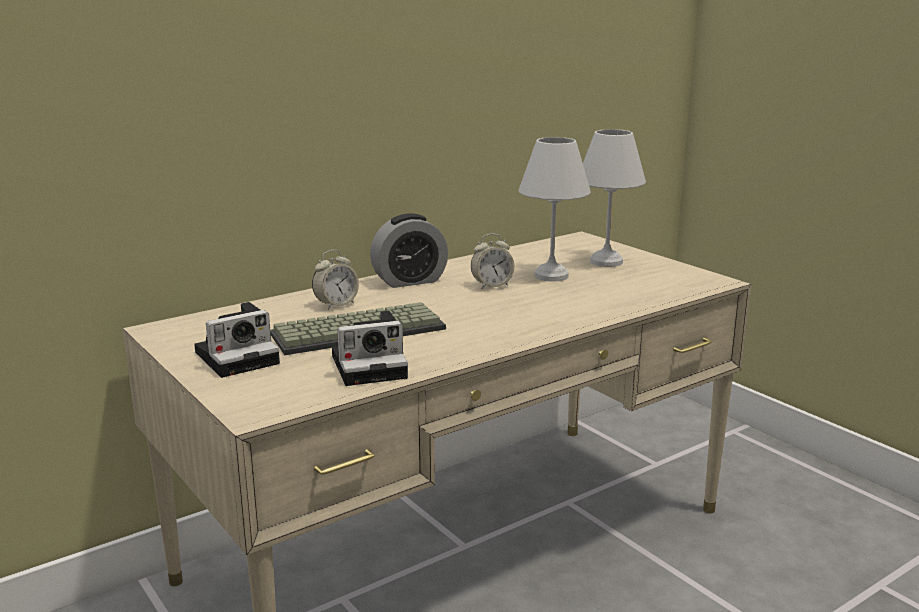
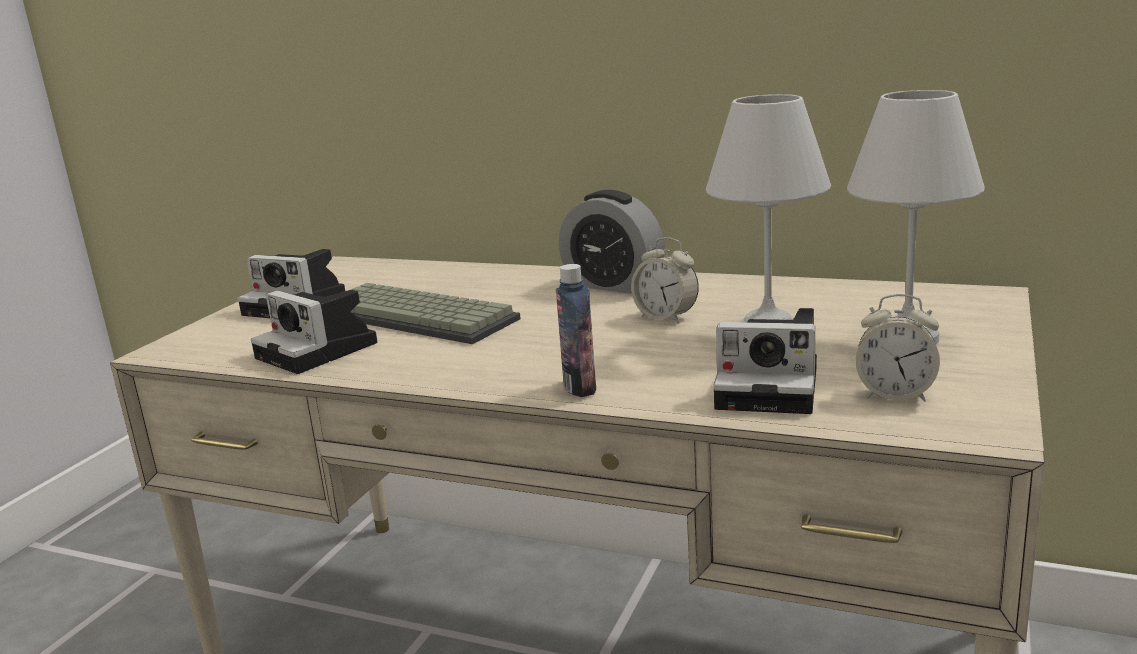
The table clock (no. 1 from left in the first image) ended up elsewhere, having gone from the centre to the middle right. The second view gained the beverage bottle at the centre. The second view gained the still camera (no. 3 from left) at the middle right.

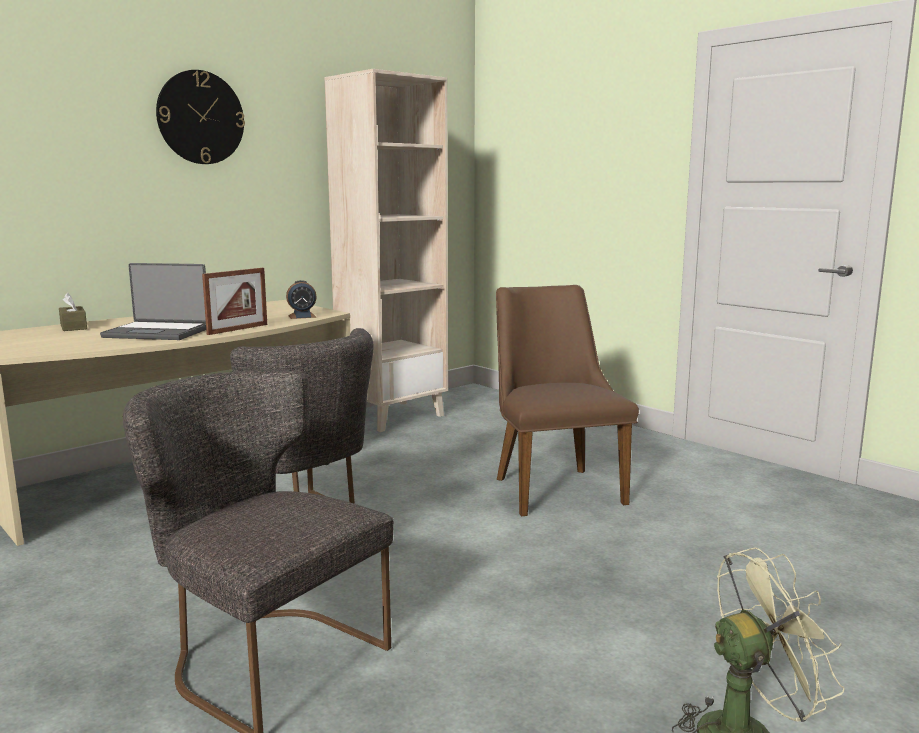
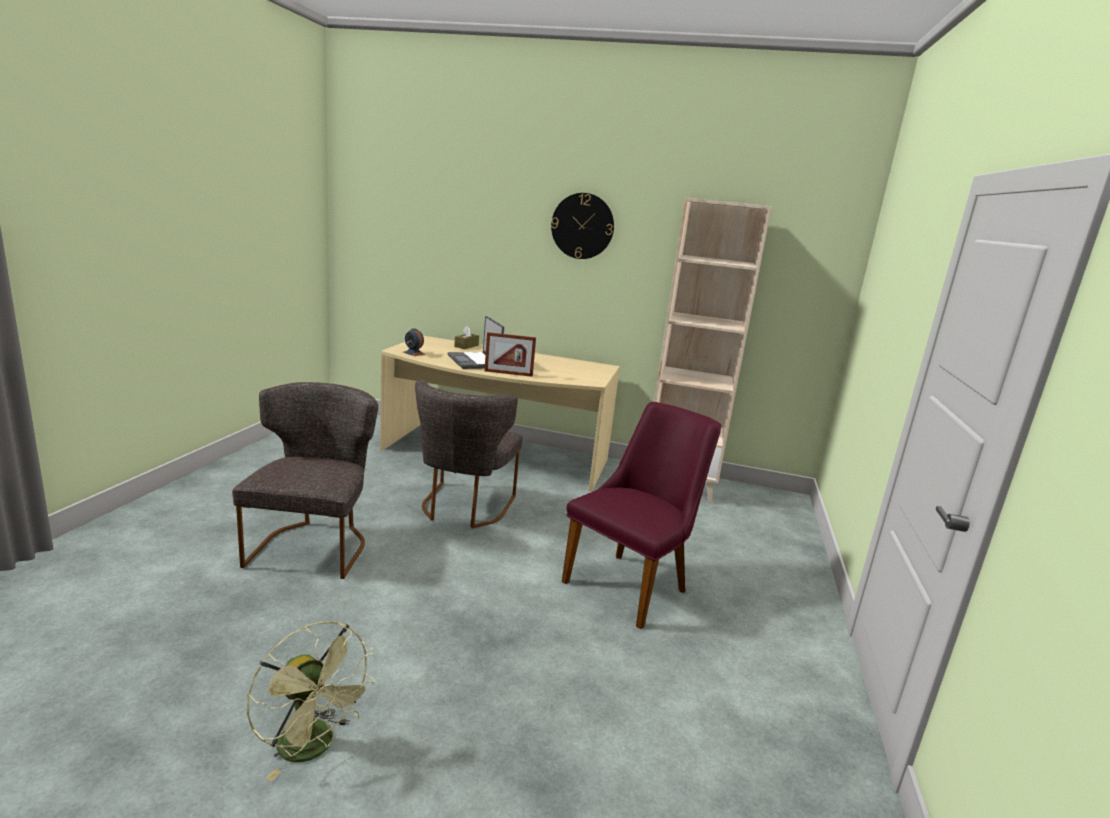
The table clock ended up elsewhere, having gone from the middle left to the centre. What was the brown-coloured upright chair at the centre turned into the purple-coloured upright chair at the centre.

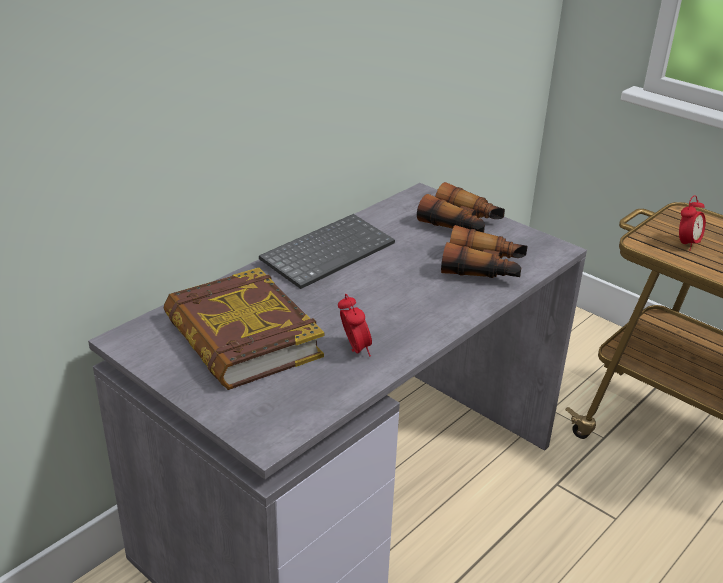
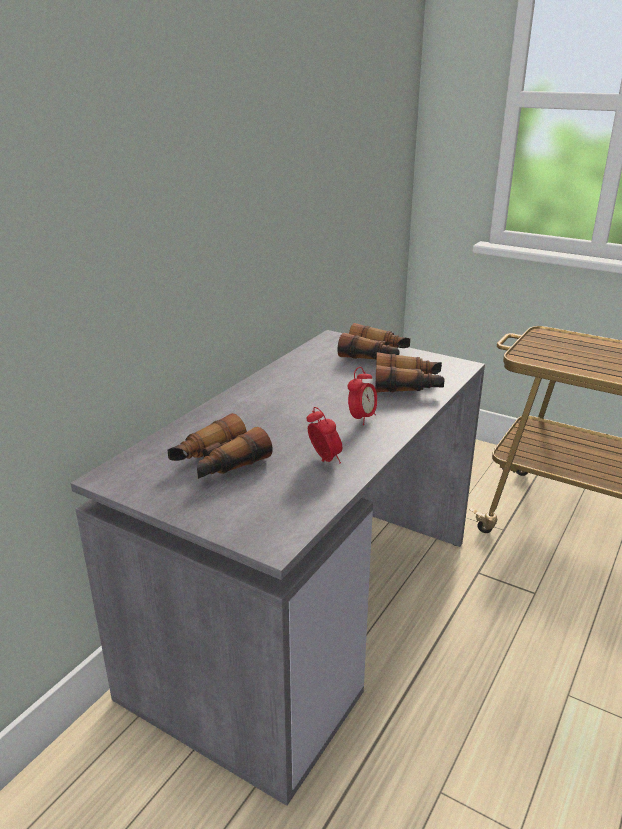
The table clock (no. 2 from left) ended up elsewhere, having gone from the middle right to the centre. The second view lost the keyboard at the centre. Where the volume stood at the centre, the binoculars (no. 1 from left) came to stand at the centre.

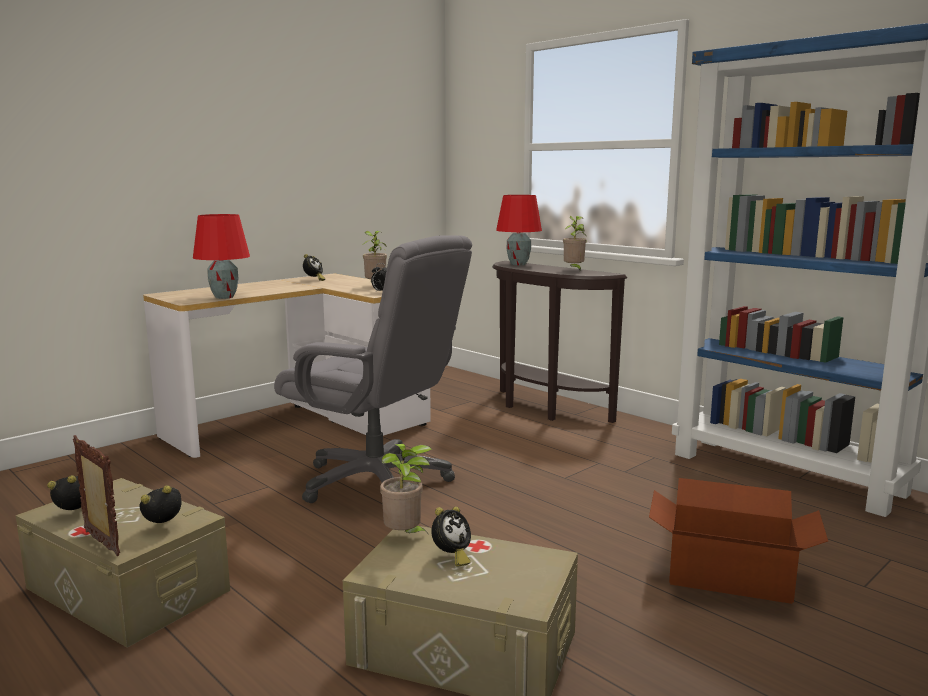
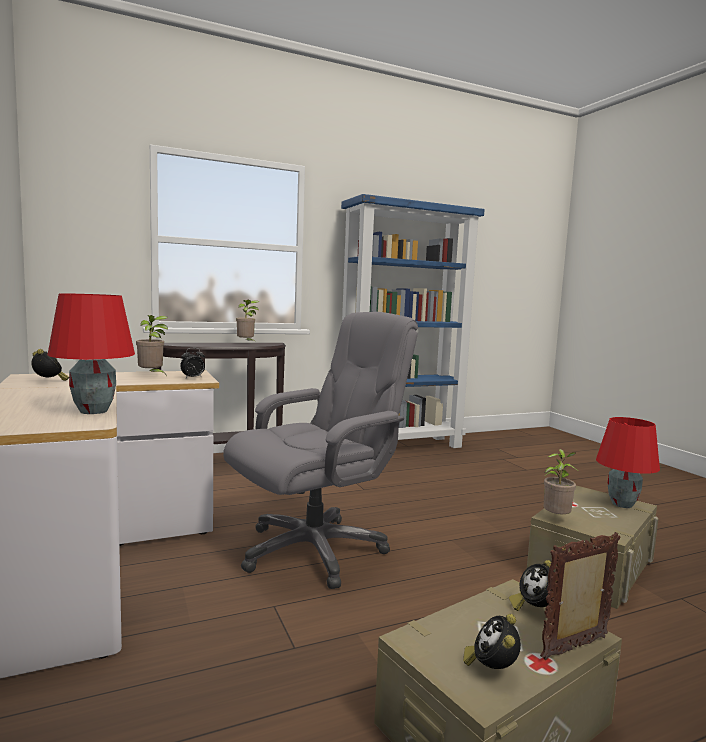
The reddish tabletop lamp (no. 2 from left) ended up elsewhere, having gone from the top centre to the middle right. The second view lost the cardboard box at the bottom right. The second view lost the table clock (no. 5 from left) at the bottom centre.

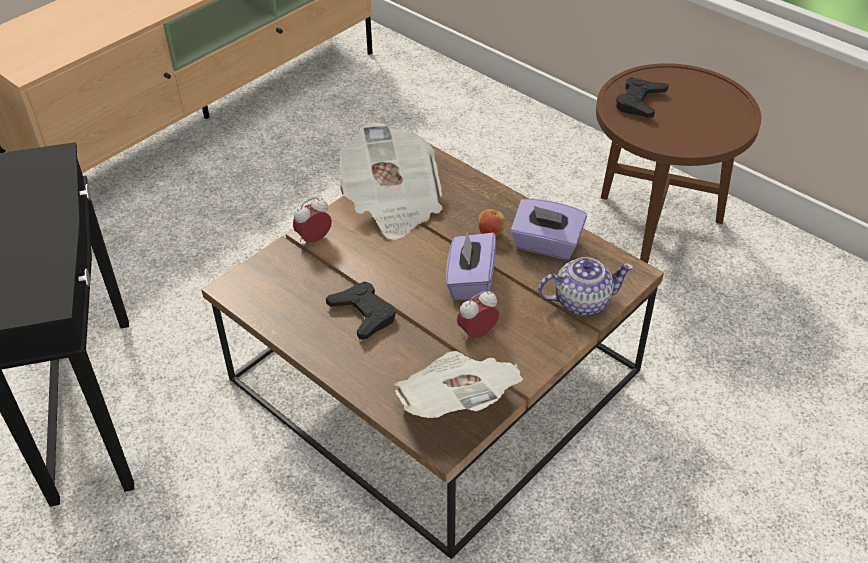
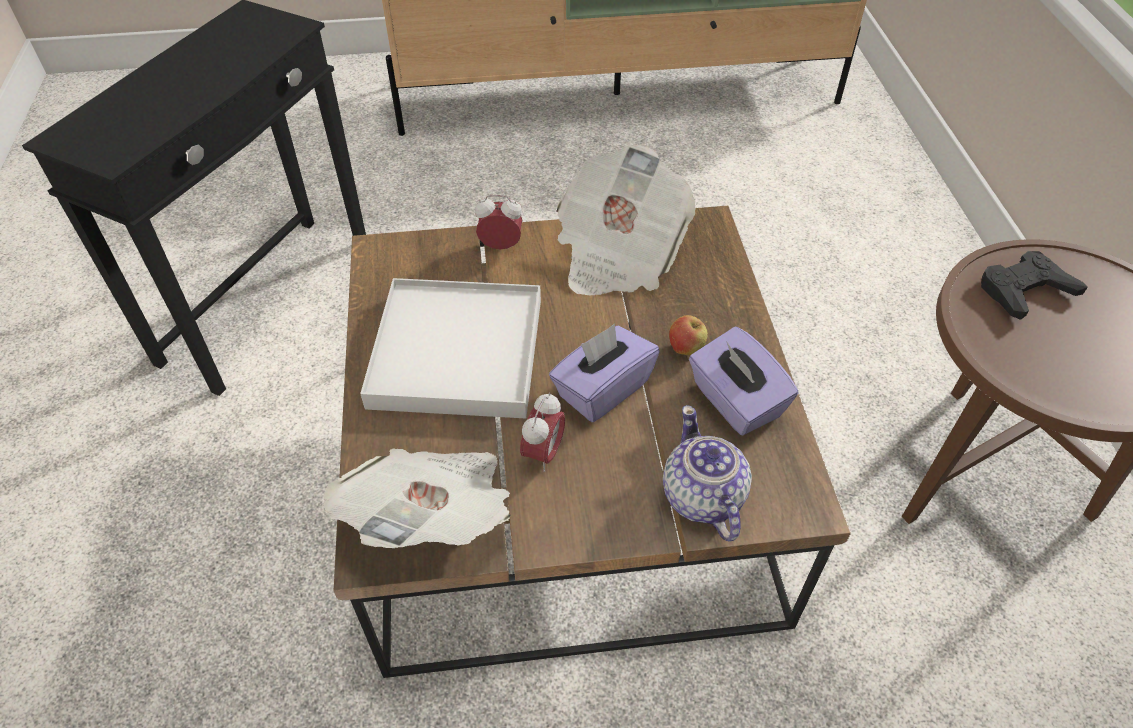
The teapot at the middle right ended up facing another way, 135 degrees counterclockwise from before. Where the black-coloured game controller (no. 1 from left) stood at the centre, the white-coloured tray came to stand at the centre. The table clock (no. 2 from left) at the centre ended up facing another way, 105 degrees clockwise from before.

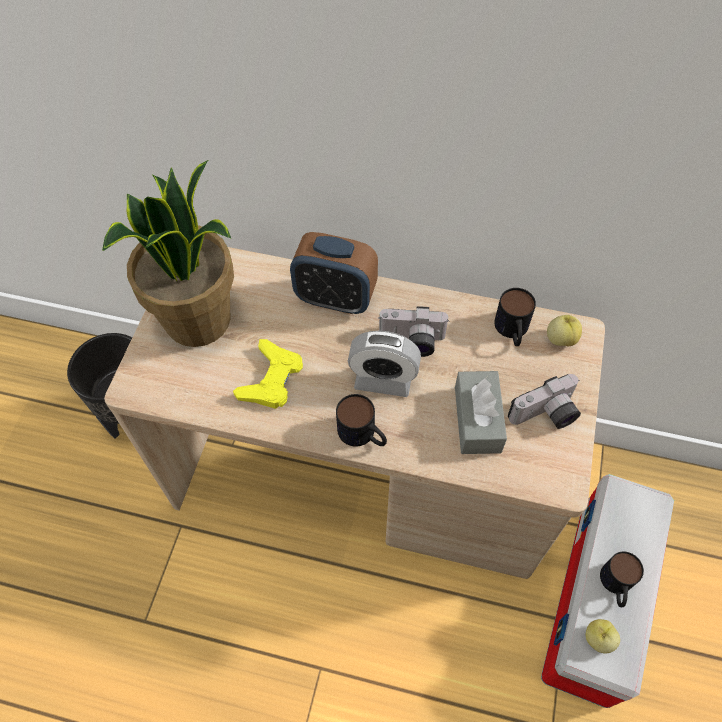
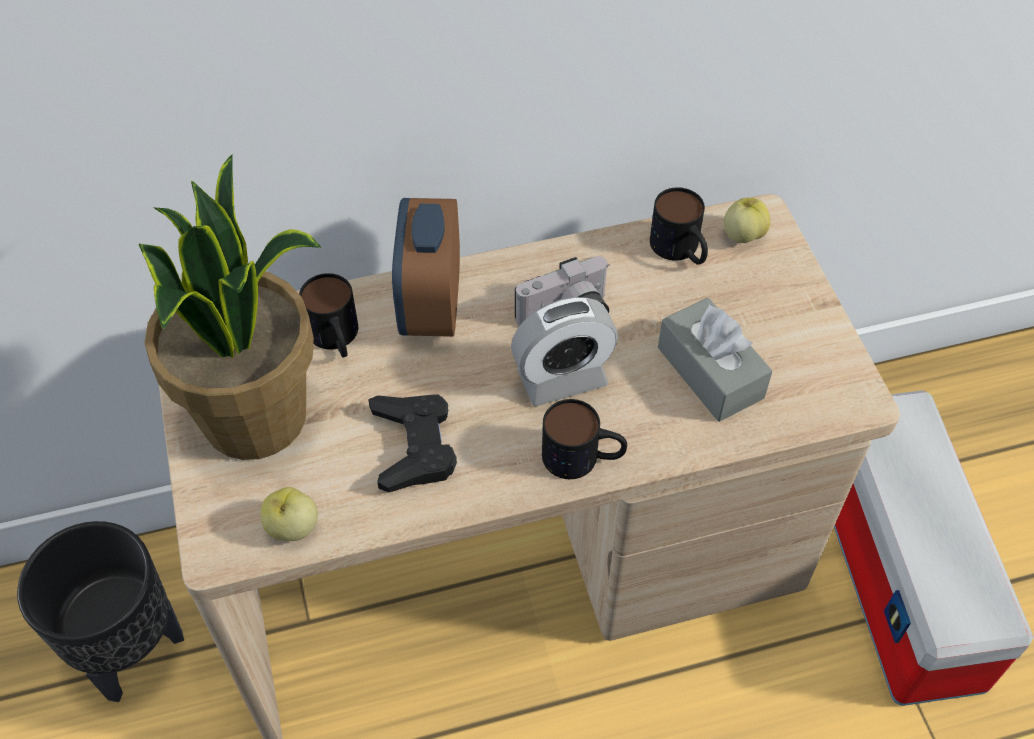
The table clock (no. 1 from left) at the centre ended up facing another way, 105 degrees clockwise from before. What was the yellow game controller at the centre turned into the black-coloured game controller at the centre. The second view lost the still camera (no. 2 from left) at the middle right. The coffee mug (no. 3 from left in the first image) ended up elsewhere, having gone from the bottom right to the middle left. The apple (no. 2 from left in the first image) ended up elsewhere, having gone from the bottom right to the bottom left.

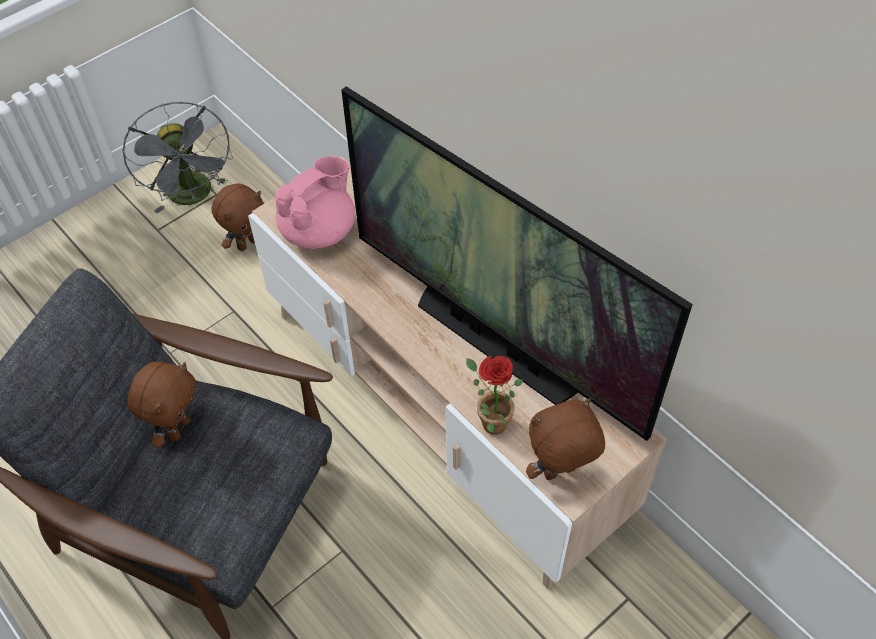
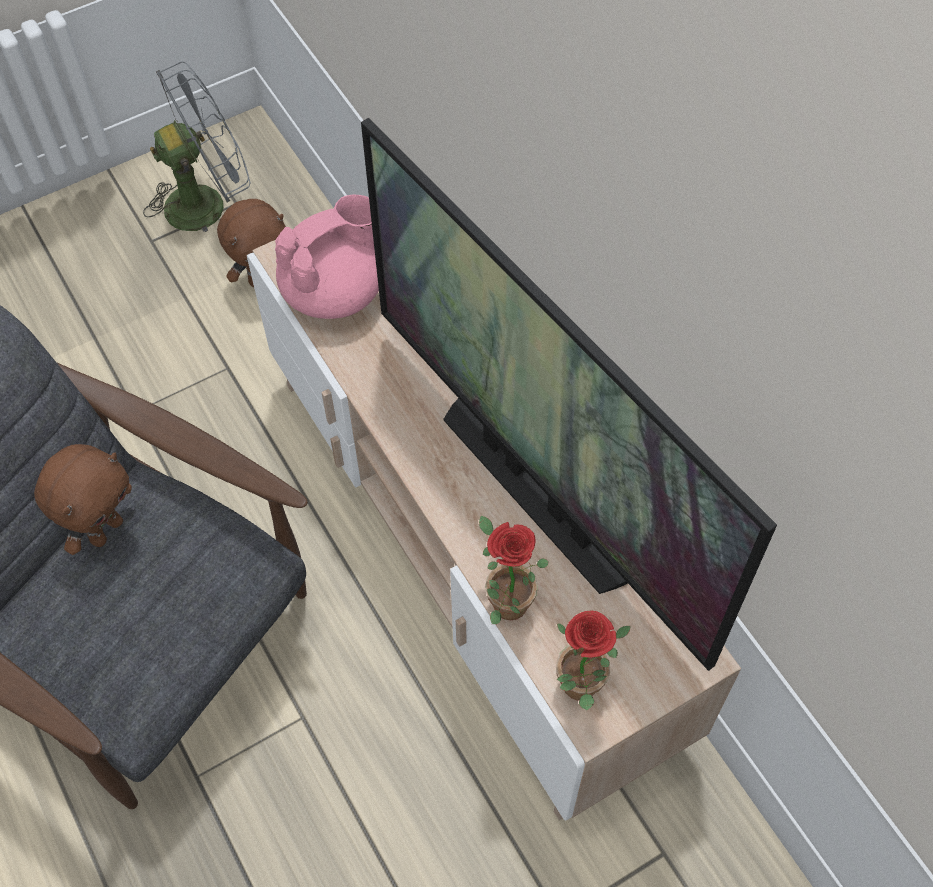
The gray cooling fan at the top left ended up facing another way, 105 degrees counterclockwise from before. Where the brown-coloured plush toy (no. 3 from left) stood at the bottom centre, the potted plant (no. 2 from left) came to stand at the bottom centre.

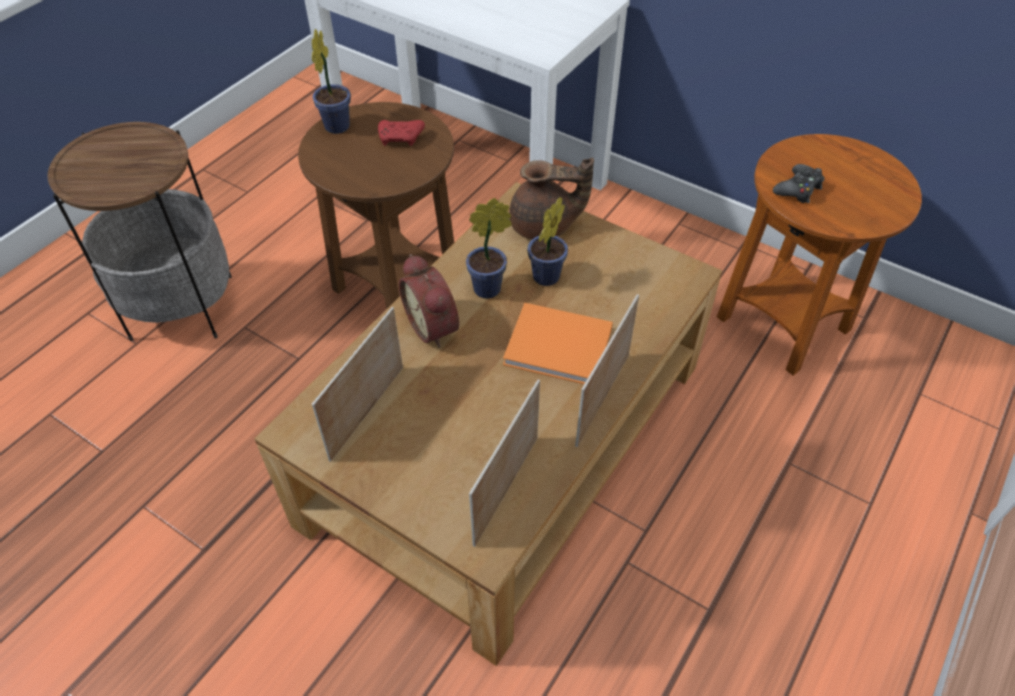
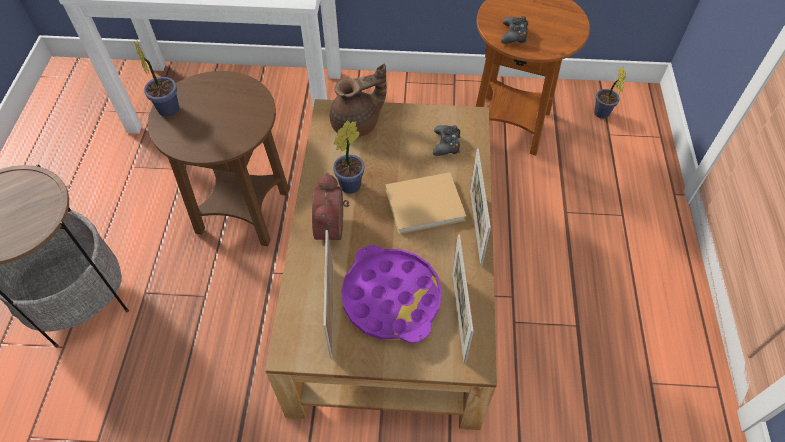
The second view lost the reddish game controller at the top centre. The potted plant (no. 3 from left) ended up elsewhere, having gone from the centre to the top right. The table clock at the centre ended up facing another way, 60 degrees clockwise from before. What was the orangey volume at the centre turned into the beige-coloured volume at the centre. The second view gained the black-coloured game controller (no. 1 from left) at the top centre. The second view gained the purple-coloured tray at the centre.

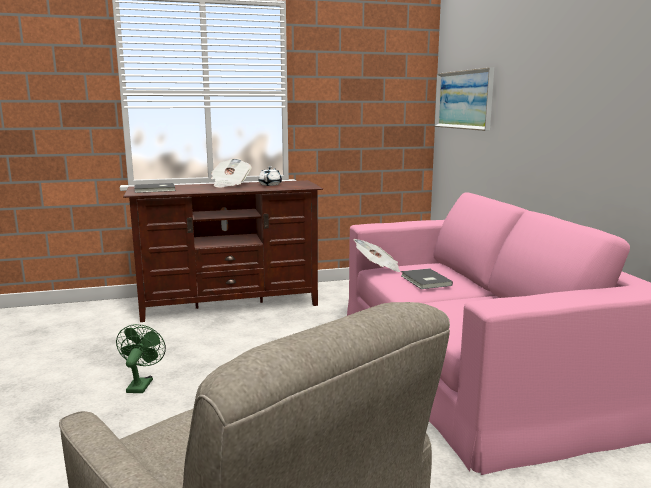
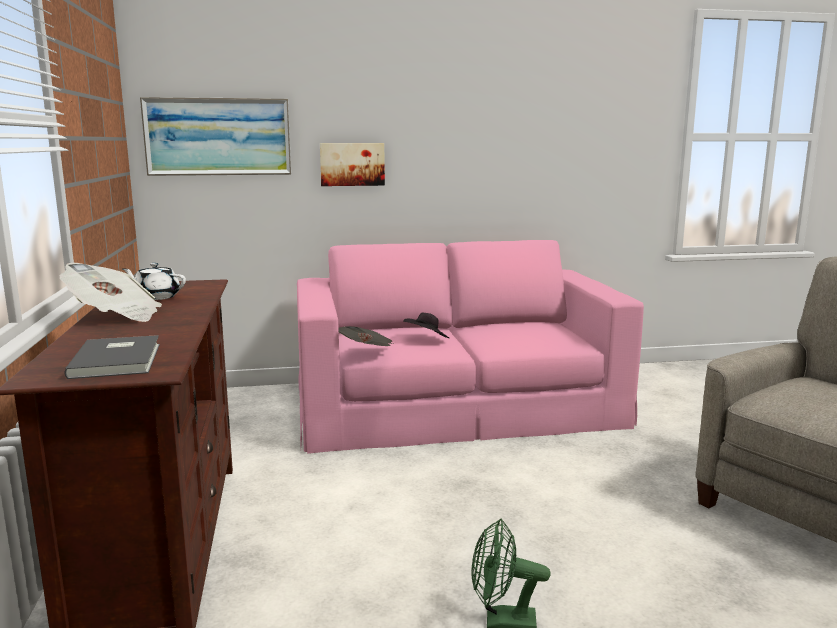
Where the gray volume (no. 2 from left) stood at the centre, the black-coloured wearable hat came to stand at the centre. The second view gained the wall picture (no. 2 from left) at the top centre.

